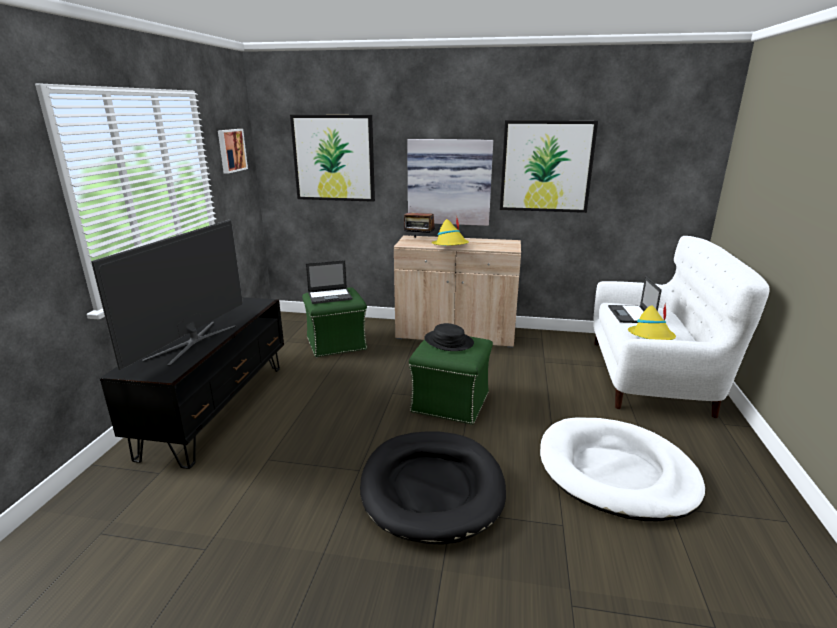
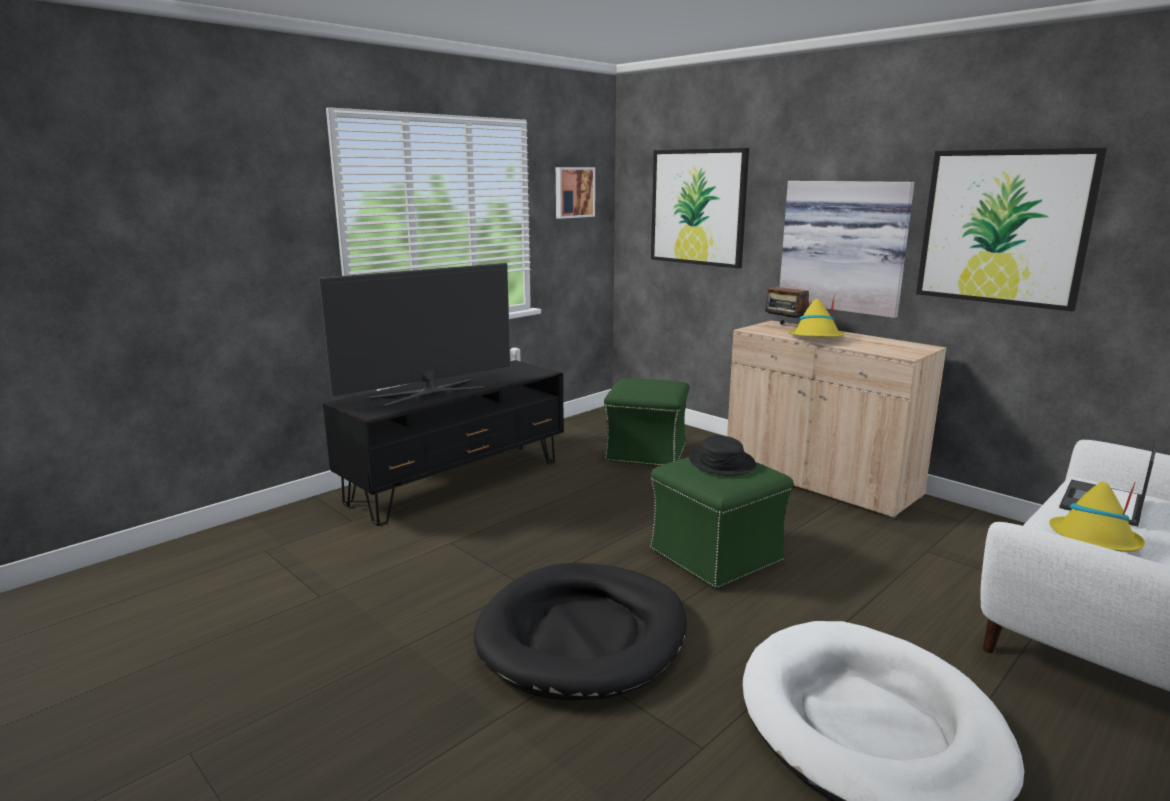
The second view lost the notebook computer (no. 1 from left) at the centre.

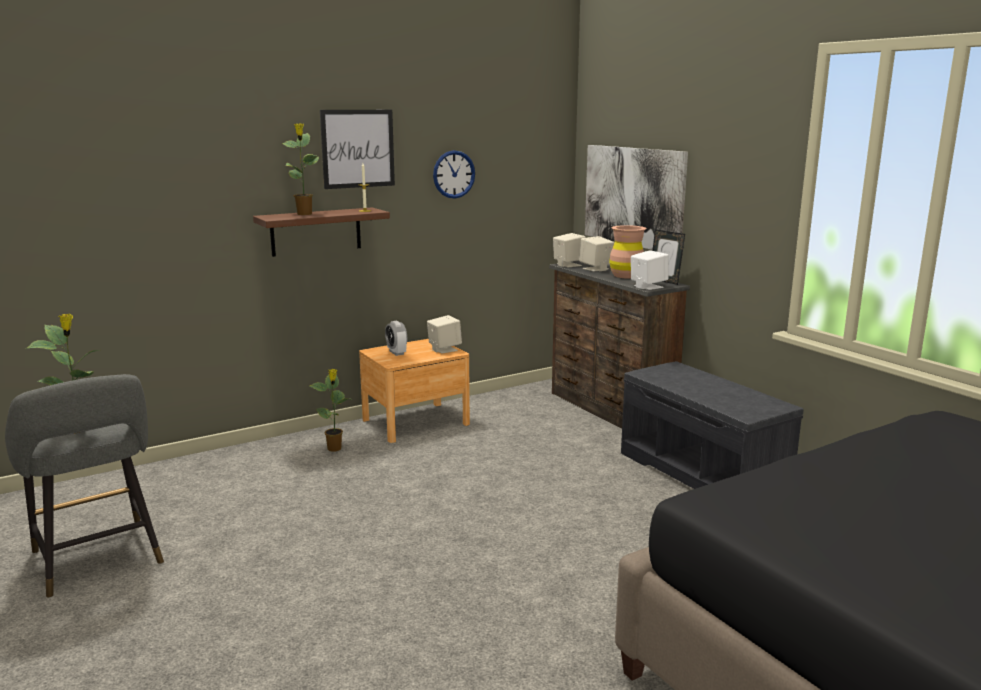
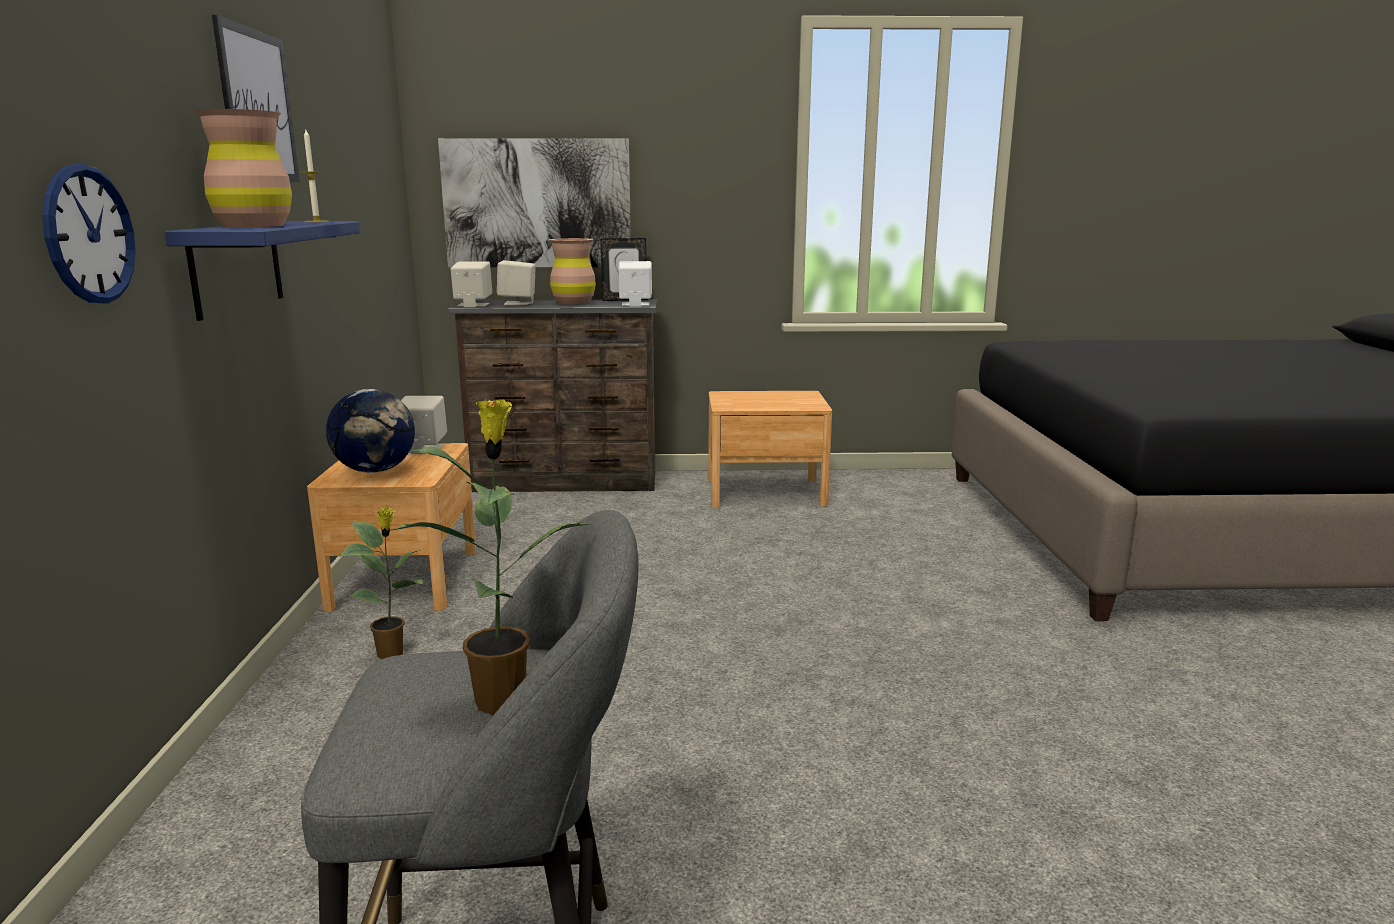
Where the potted plant (no. 2 from left) stood at the top left, the brown-coloured decorative vase (no. 1 from left) came to stand at the top left. The wall clock ended up elsewhere, having gone from the top centre to the top left. What was the brown-coloured shelf at the middle left turned into the blue-coloured shelf at the top left. Where the table clock stood at the centre, the desk globe came to stand at the middle left. Where the gray long seat stood at the middle right, the brown-coloured nightstand (no. 2 from left) came to stand at the centre.

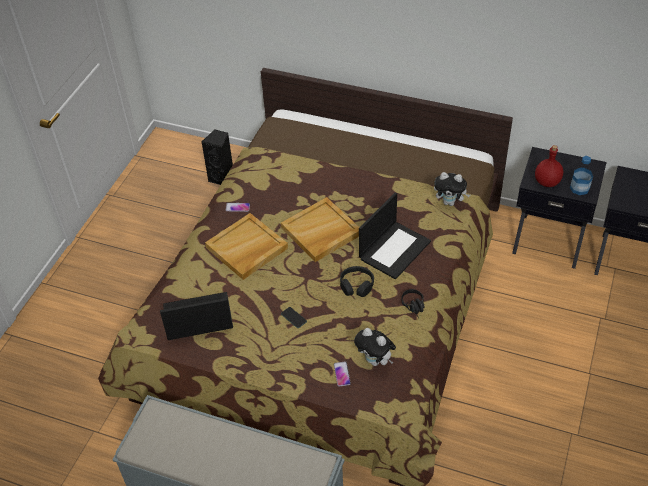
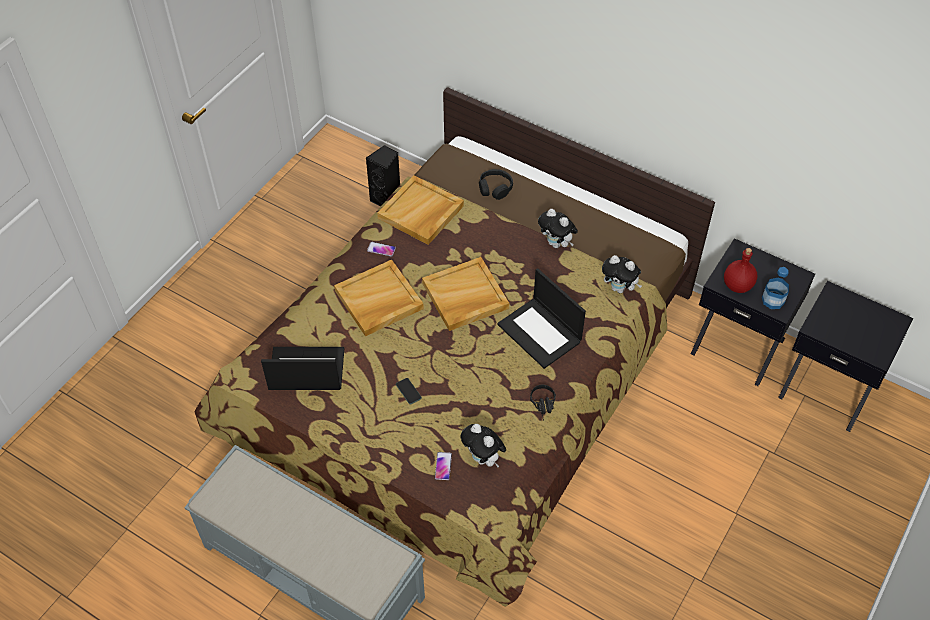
The notebook computer (no. 2 from left) at the centre ended up facing another way, 90 degrees clockwise from before. The black-coloured pair of headphones (no. 1 from left) ended up elsewhere, having gone from the centre to the top centre. The second view gained the beige-coloured tray (no. 2 from left) at the centre. The second view gained the plush toy (no. 2 from left) at the centre.

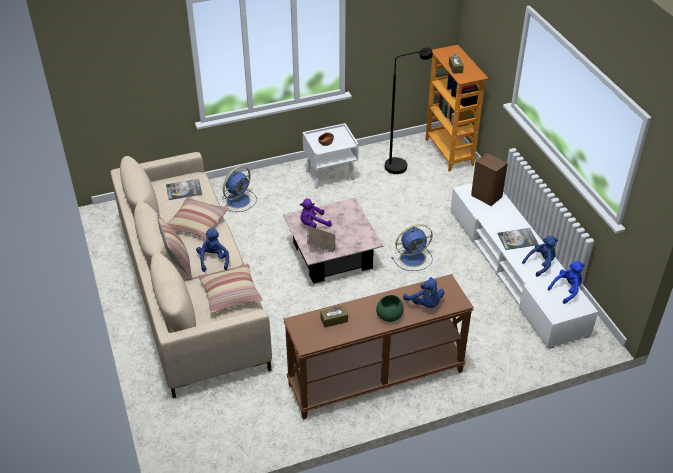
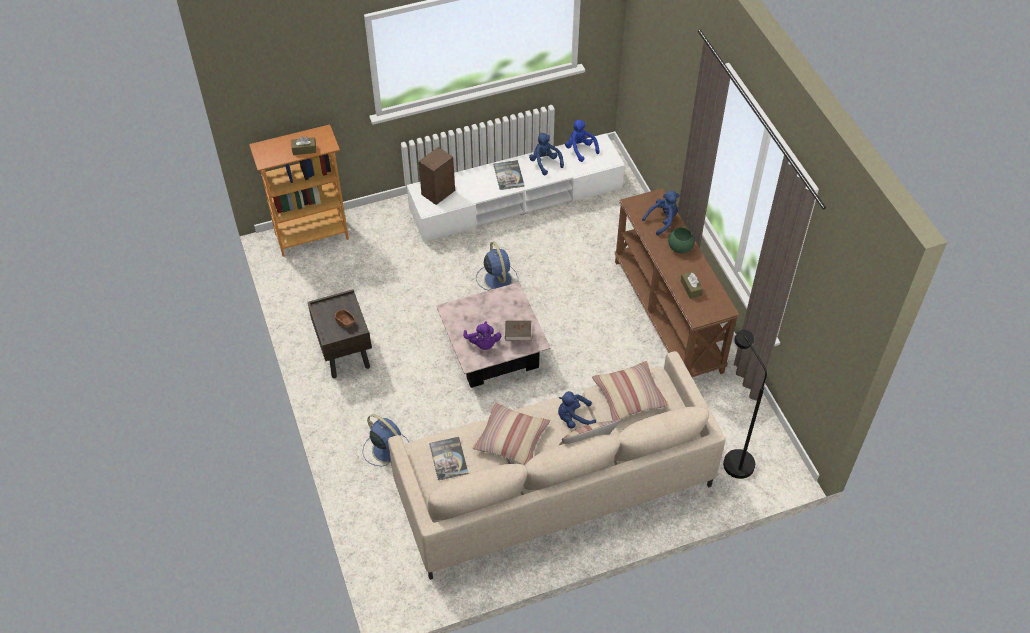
The black-coloured standing lamp ended up elsewhere, having gone from the top centre to the middle right. What was the white-coloured nightstand at the top centre turned into the brown-coloured nightstand at the middle left.

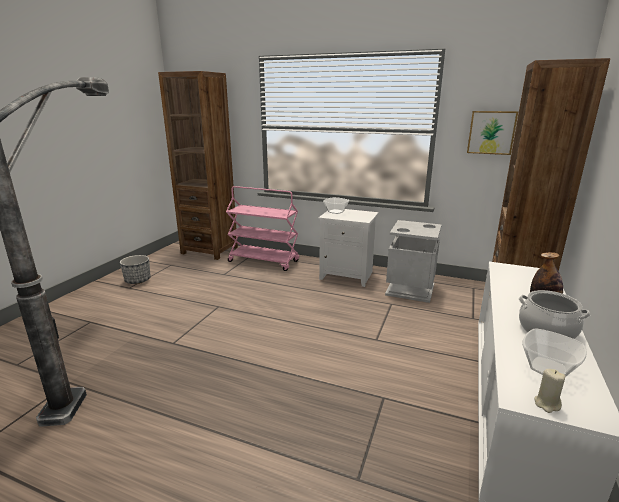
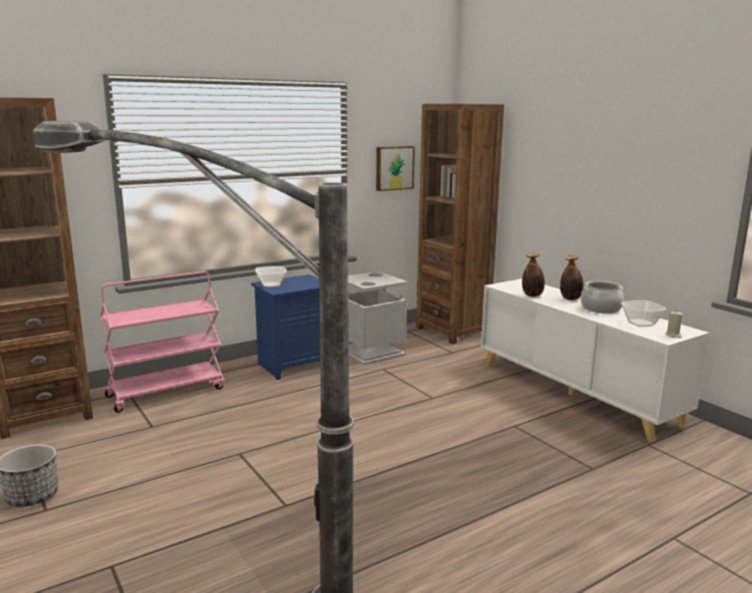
What was the white-coloured nightstand at the centre turned into the blue-coloured nightstand at the centre. The second view gained the beverage bottle (no. 1 from left) at the middle right.

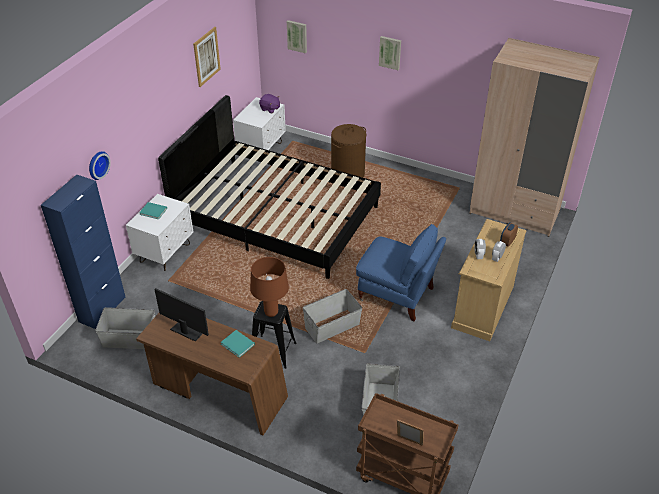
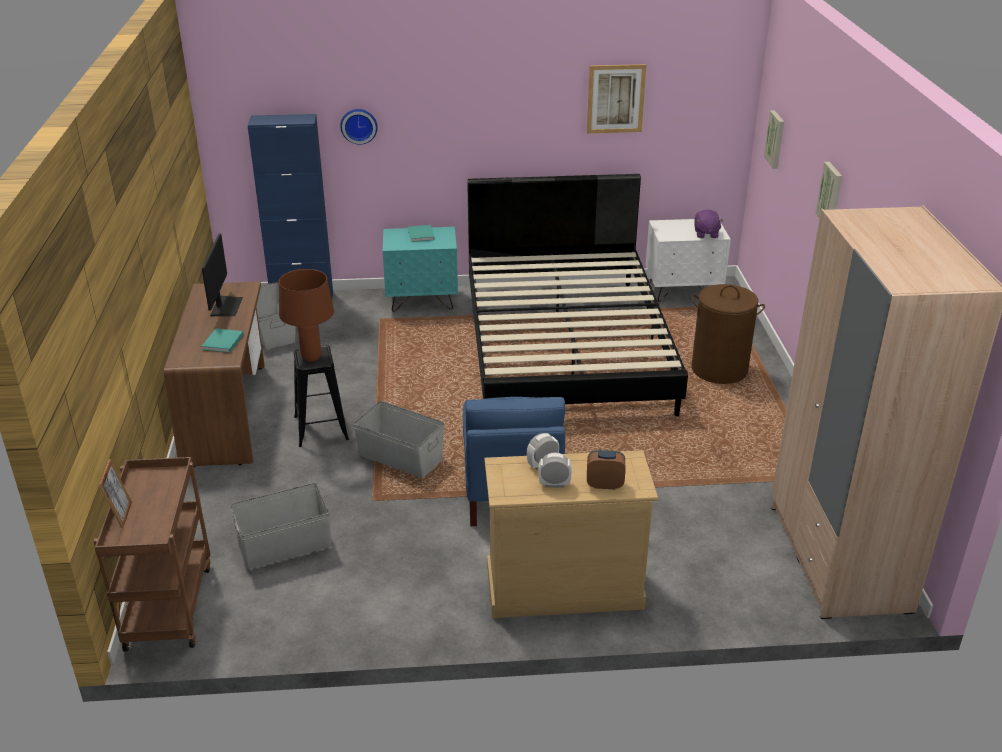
What was the white-coloured nightstand (no. 1 from left) at the middle left turned into the blue-green nightstand at the centre.

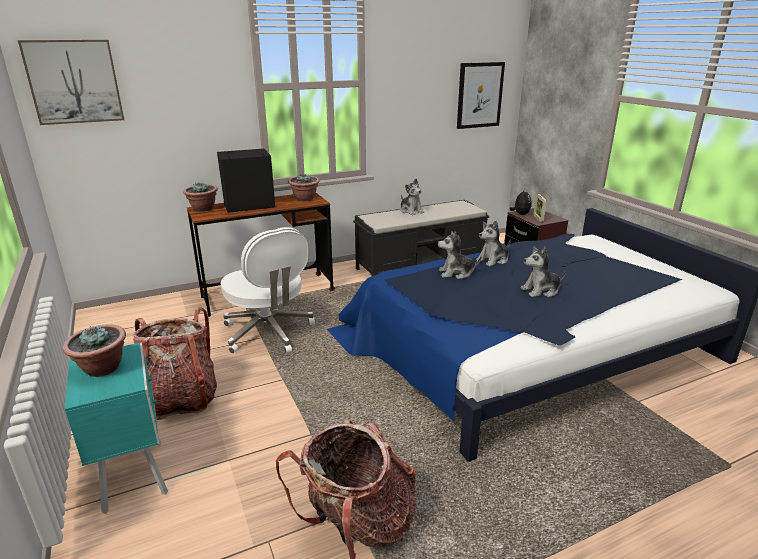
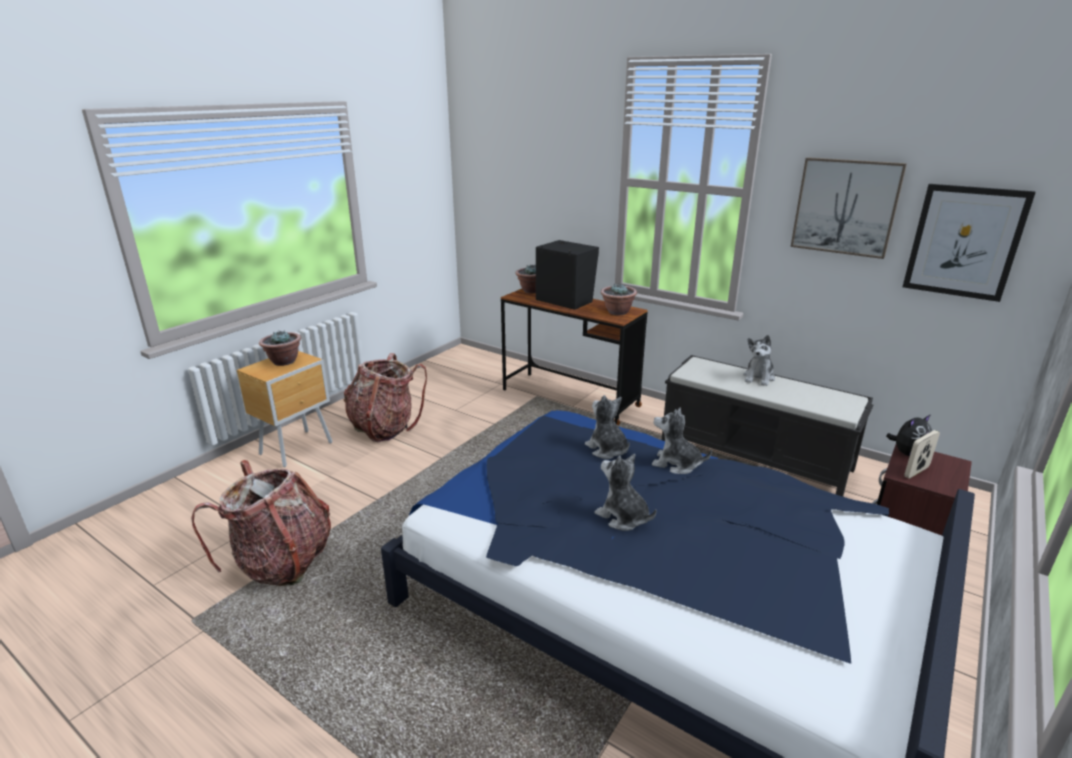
The wall picture (no. 1 from left) ended up elsewhere, having gone from the top left to the top right. The second view lost the white-coloured office chair at the centre. What was the blue-green nightstand at the bottom left turned into the brown-coloured nightstand (no. 1 from left) at the middle left.

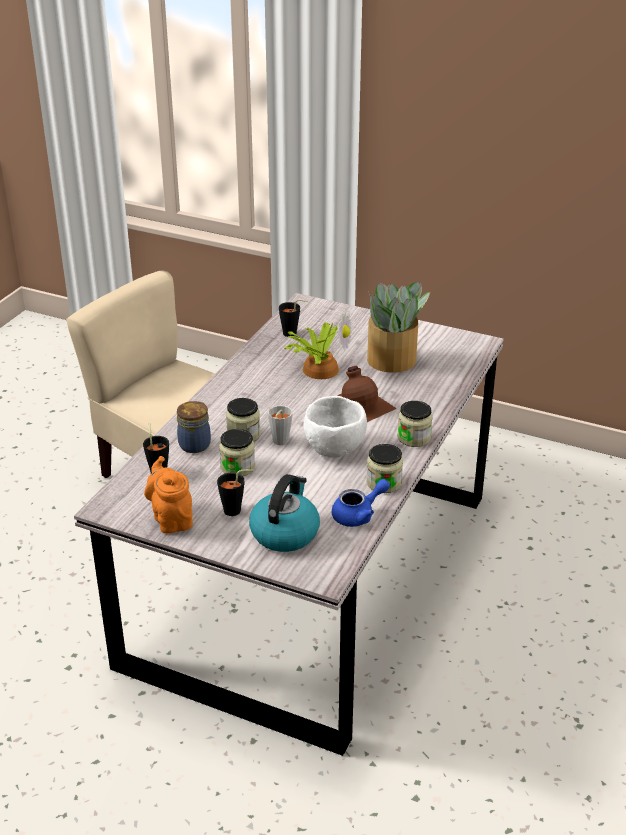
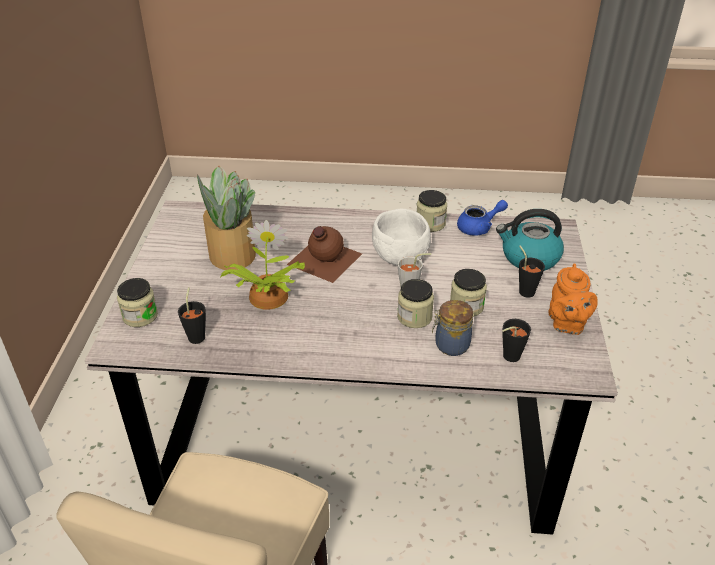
The storage jar (no. 5 from left in the first image) ended up elsewhere, having gone from the centre to the middle left. The orangey teapot at the middle left ended up facing another way, 45 degrees counterclockwise from before. The blue-coloured teapot at the centre ended up facing another way, 120 degrees clockwise from before.

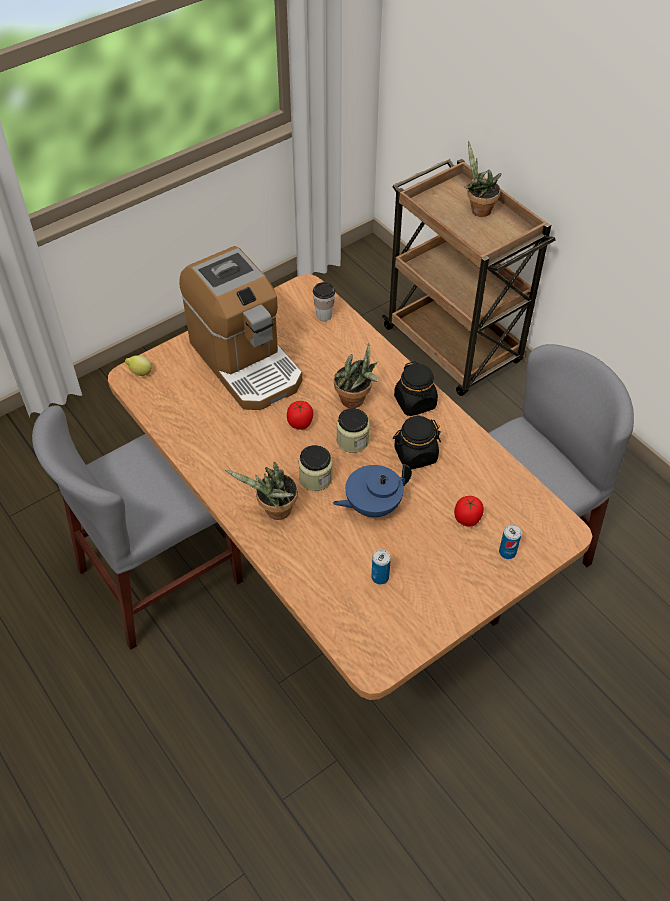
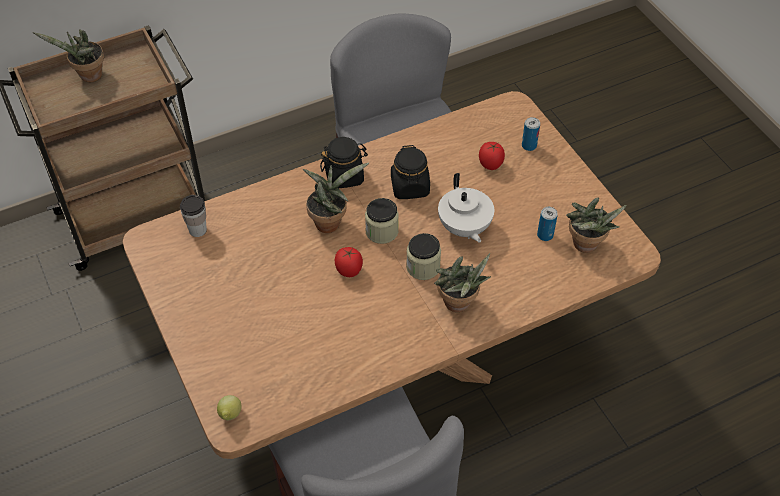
The second view lost the coffee machine at the centre. What was the blue-coloured teapot at the centre turned into the white-coloured teapot at the centre. The second view gained the potted plant (no. 4 from left) at the middle right.

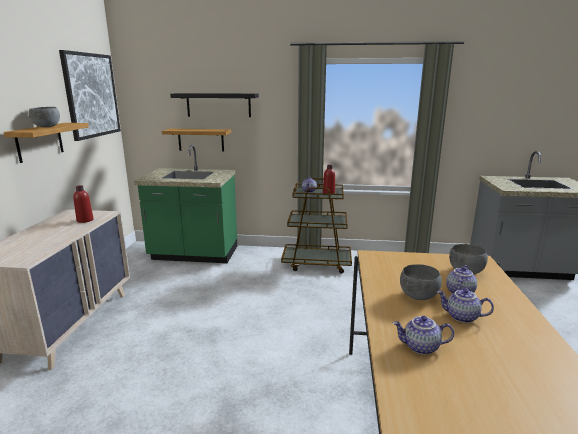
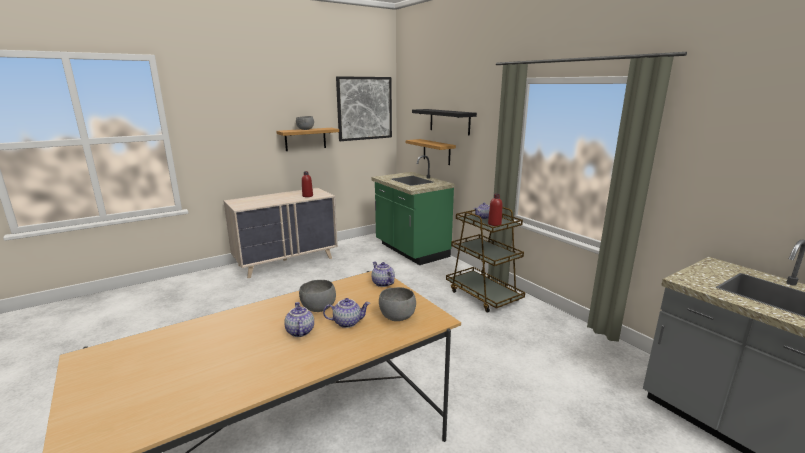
The teapot (no. 2 from left in the first image) ended up elsewhere, having gone from the bottom right to the centre.

